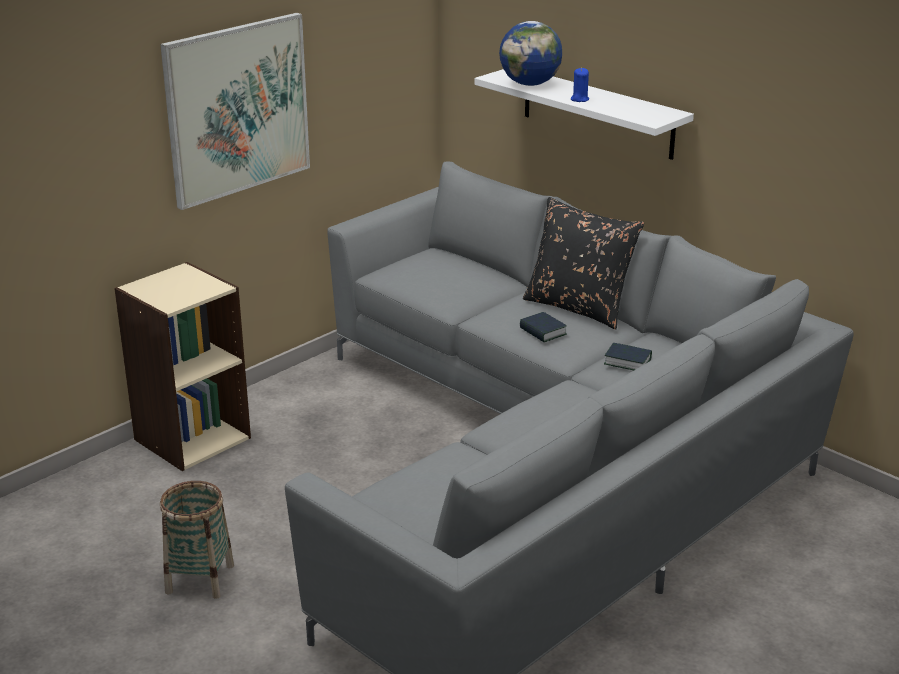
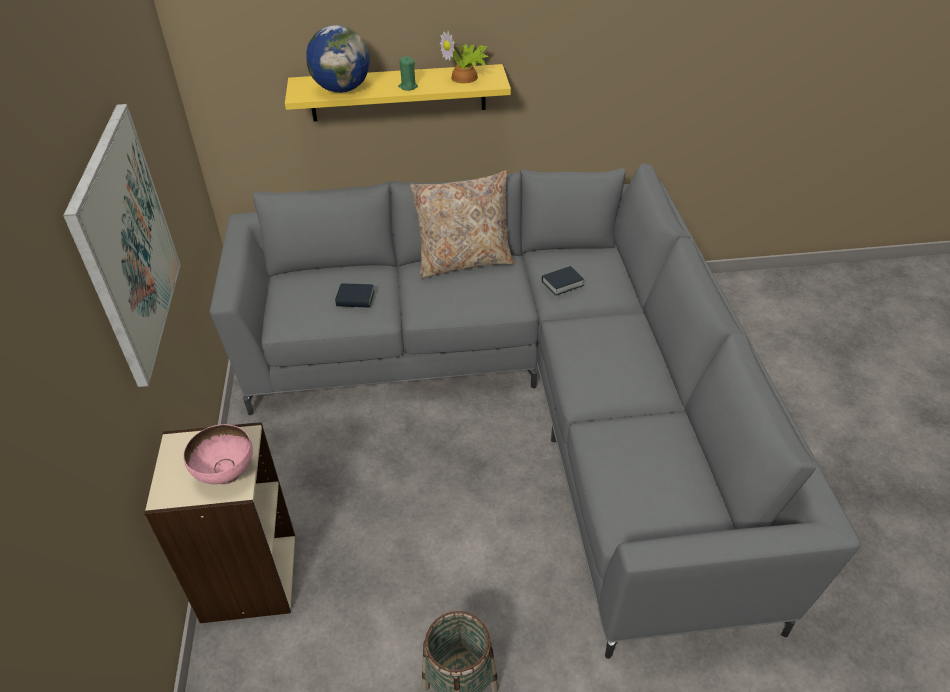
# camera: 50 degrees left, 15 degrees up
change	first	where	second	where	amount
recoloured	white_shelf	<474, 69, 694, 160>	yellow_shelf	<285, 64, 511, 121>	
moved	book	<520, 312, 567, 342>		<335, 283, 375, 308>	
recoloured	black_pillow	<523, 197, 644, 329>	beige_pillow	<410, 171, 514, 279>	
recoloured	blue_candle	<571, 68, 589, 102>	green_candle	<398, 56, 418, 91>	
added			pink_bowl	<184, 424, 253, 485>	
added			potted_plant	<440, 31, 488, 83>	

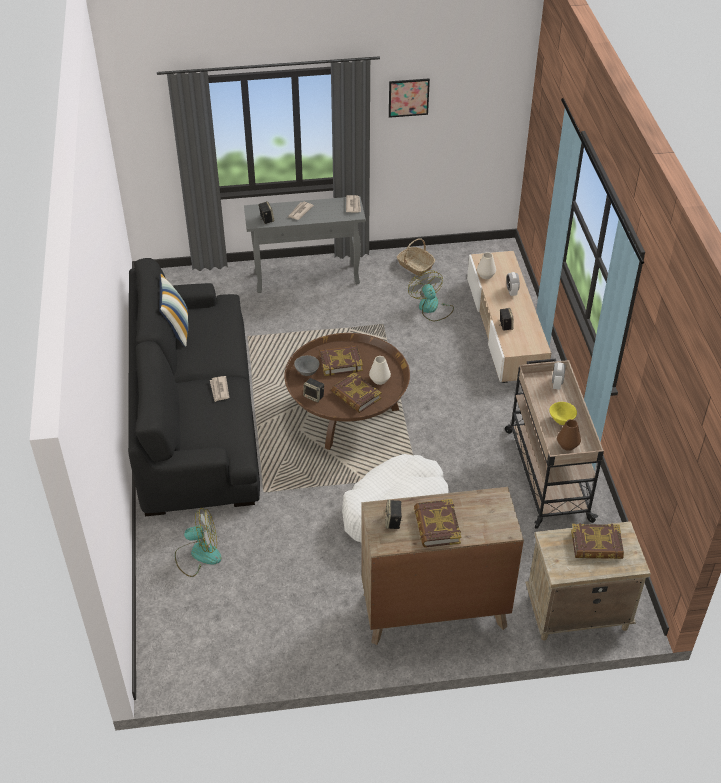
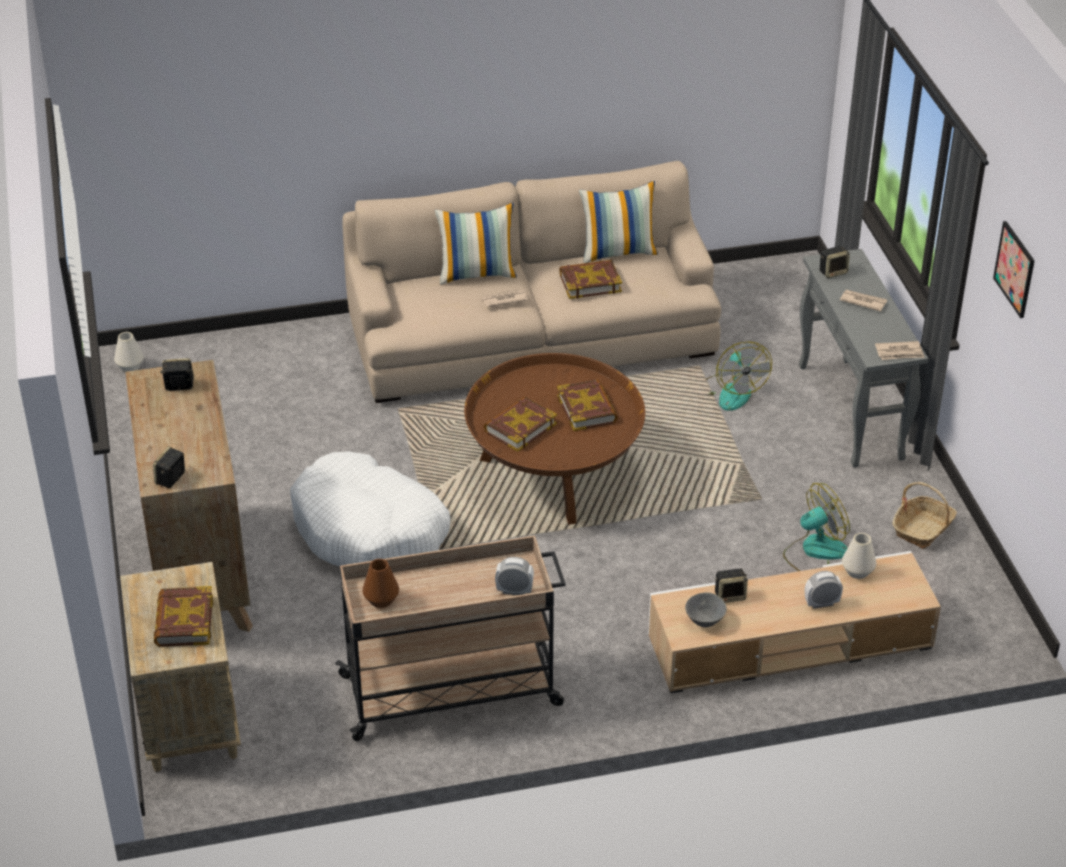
# camera: 85 degrees right, 5 degrees down
change	first	where	second	where	amount
recoloured	black_sofa	<128, 258, 260, 516>	beige_sofa	<342, 161, 721, 403>	
moved	fan	<175, 508, 221, 577>		<706, 342, 772, 411>	
moved	grey_bowl	<294, 355, 319, 376>		<685, 592, 727, 627>	
moved	speaker	<303, 378, 324, 403>		<153, 446, 185, 488>	
moved	white_vase	<369, 356, 391, 385>		<114, 332, 144, 372>	
moved	book	<414, 499, 461, 547>		<559, 260, 622, 299>	
removed	yellow_bowl	<549, 402, 577, 425>			
added			pillow	<435, 203, 517, 285>	

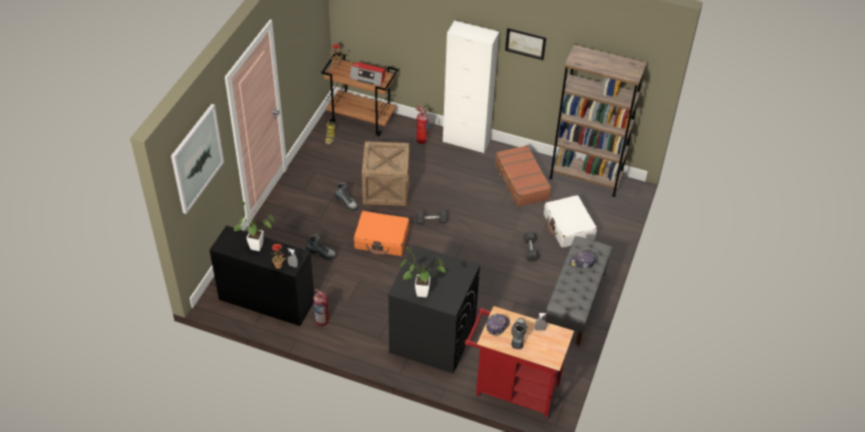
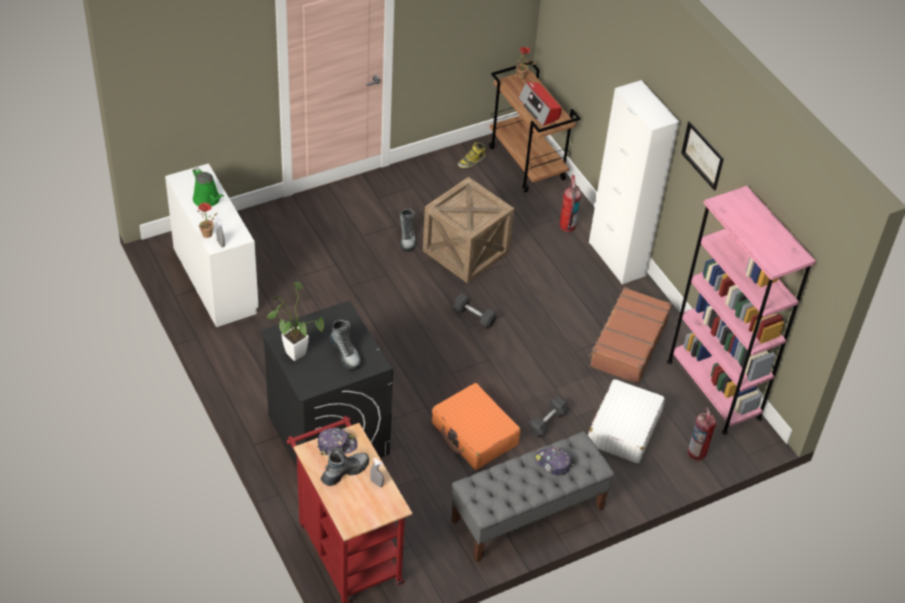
# camera: 40 degrees right, 0 degrees up
change	first	where	second	where	amount
removed	picture	<171, 104, 224, 214>			
recoloured	black_desk	<210, 225, 314, 326>	white_desk	<165, 163, 259, 327>	
replaced	potted_plant	<232, 201, 275, 251>	green_watering_can	<193, 167, 224, 207>	
moved	boot	<306, 234, 337, 260>		<329, 320, 361, 370>	
moved	fire_extinguisher	<313, 289, 329, 326>		<687, 407, 716, 461>	
moved	orange_suitcase	<354, 211, 409, 256>		<432, 383, 521, 470>	
recoloured	brown_bookcase	<549, 45, 647, 197>	pink_bookcase	<667, 186, 816, 435>	

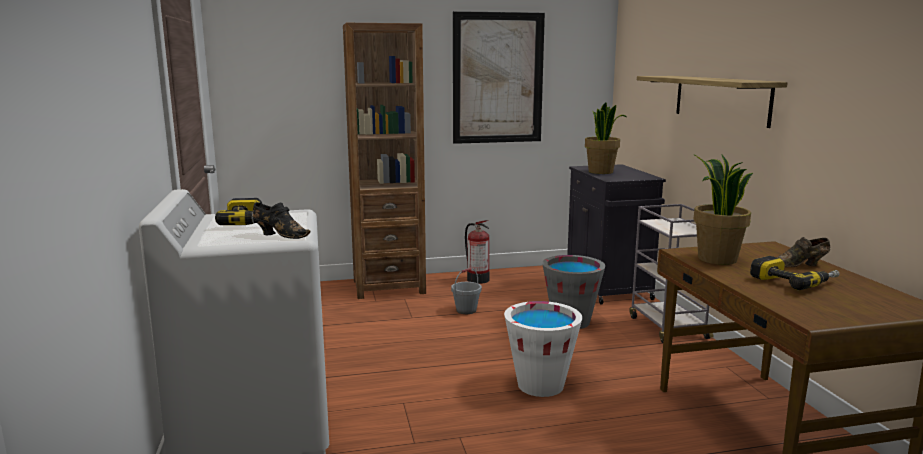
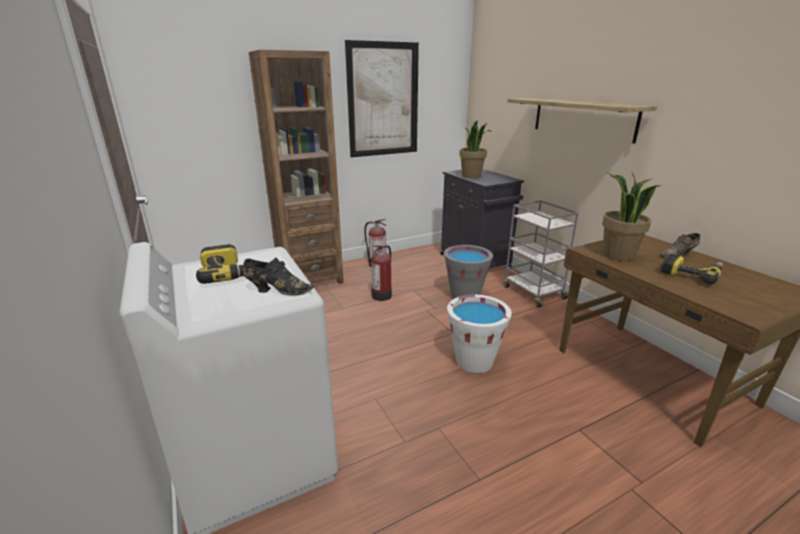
# camera: 15 degrees left, 10 degrees up
change	first	where	second	where	amount
replaced	grey_bucket	<451, 268, 482, 314>	fire_extinguisher	<371, 245, 392, 301>	

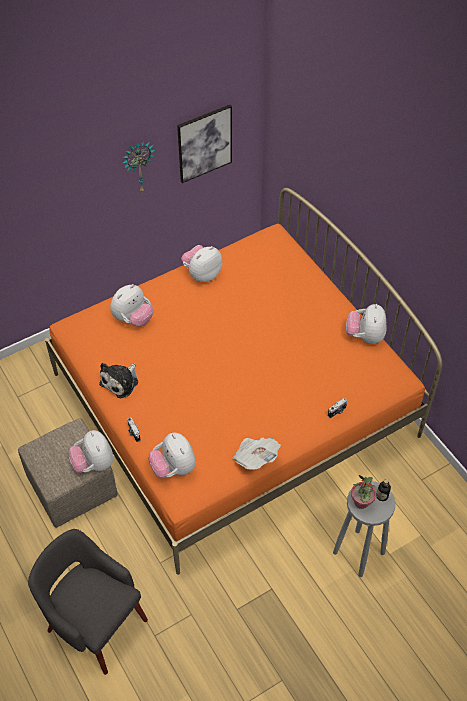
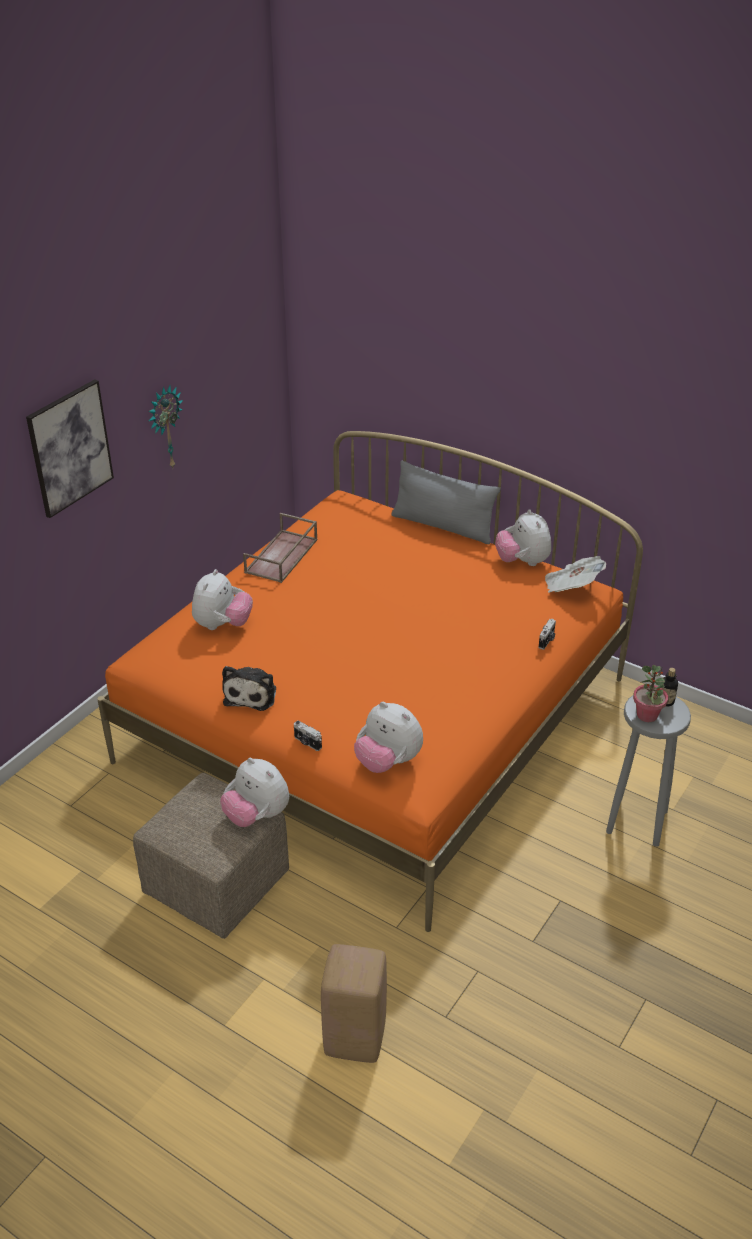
# camera: 25 degrees left, 15 degrees down
change	first	where	second	where	amount
replaced	grey_armchair	<28, 529, 148, 675>	beige_stool	<321, 944, 387, 1063>	
moved	picture	<177, 105, 232, 183>		<26, 379, 114, 518>	
replaced	plush_toy	<181, 245, 222, 282>	brown_tray	<243, 513, 318, 583>	
moved	newspaper	<232, 437, 281, 470>		<545, 556, 606, 593>	
added			grey_pillow	<391, 461, 501, 544>	

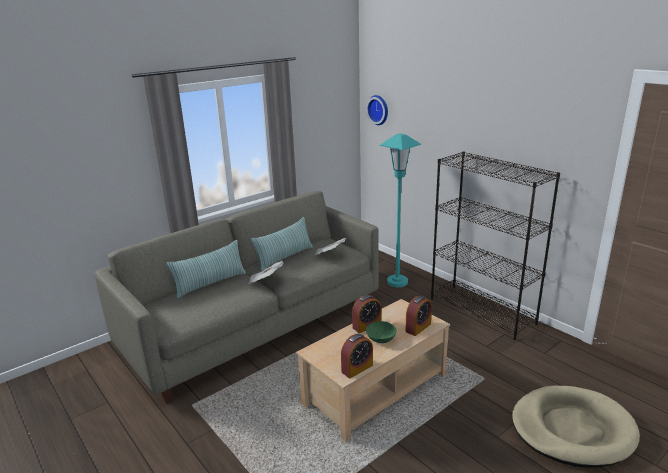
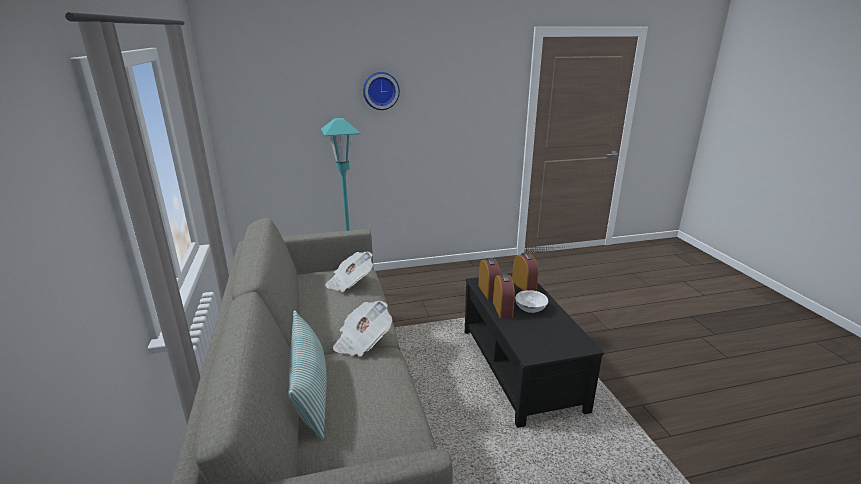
# camera: 65 degrees left, 0 degrees up
change	first	where	second	where	amount
removed	pillow	<251, 217, 313, 271>			
recoloured	beige_coffee_table	<296, 299, 450, 443>	black_coffee_table	<465, 273, 604, 428>	
moved	alarm_clock	<341, 334, 373, 378>		<478, 258, 501, 300>	
moved	wall_clock	<366, 95, 388, 125>		<363, 72, 400, 110>	
recoloured	green_bowl	<366, 321, 396, 343>	white_bowl	<515, 290, 548, 313>	
removed	black_bookcase	<431, 151, 560, 340>			
removed	beige_dog_bed	<512, 386, 640, 468>			

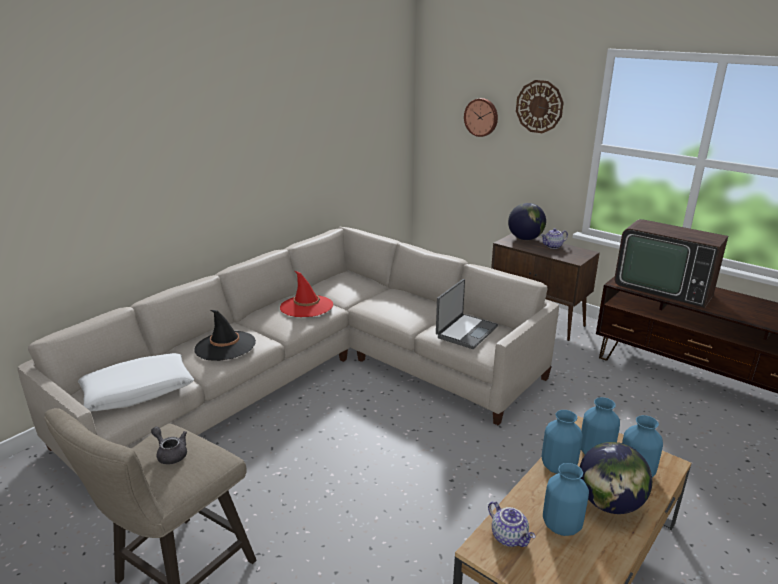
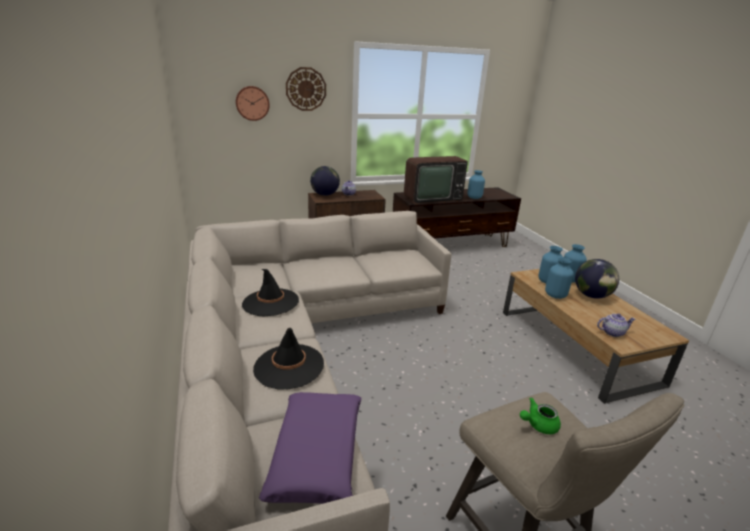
# camera: 60 degrees left, 0 degrees up
change	first	where	second	where	amount
recoloured	white_pillow	<78, 353, 194, 411>	purple_pillow	<259, 392, 362, 504>	
recoloured	grey_teapot	<151, 427, 187, 464>	green_teapot	<520, 397, 561, 434>	
recoloured	red_hat	<280, 271, 333, 317>	black_hat	<242, 269, 299, 316>	
removed	laptop	<436, 279, 498, 349>			
moved	blue_vase	<543, 463, 589, 536>		<467, 170, 485, 199>	

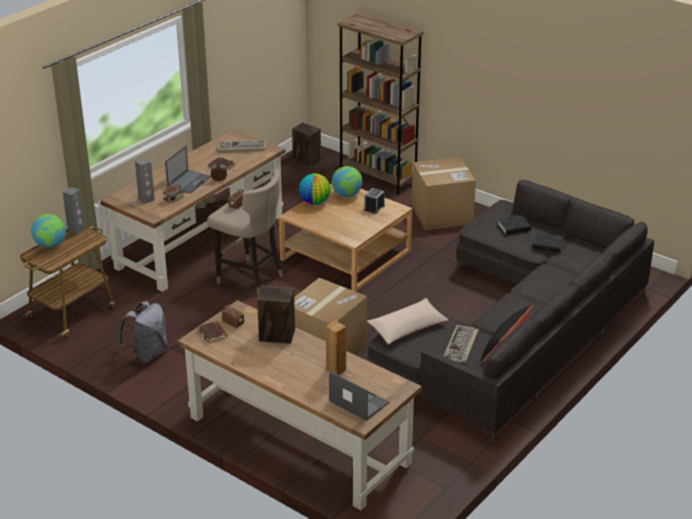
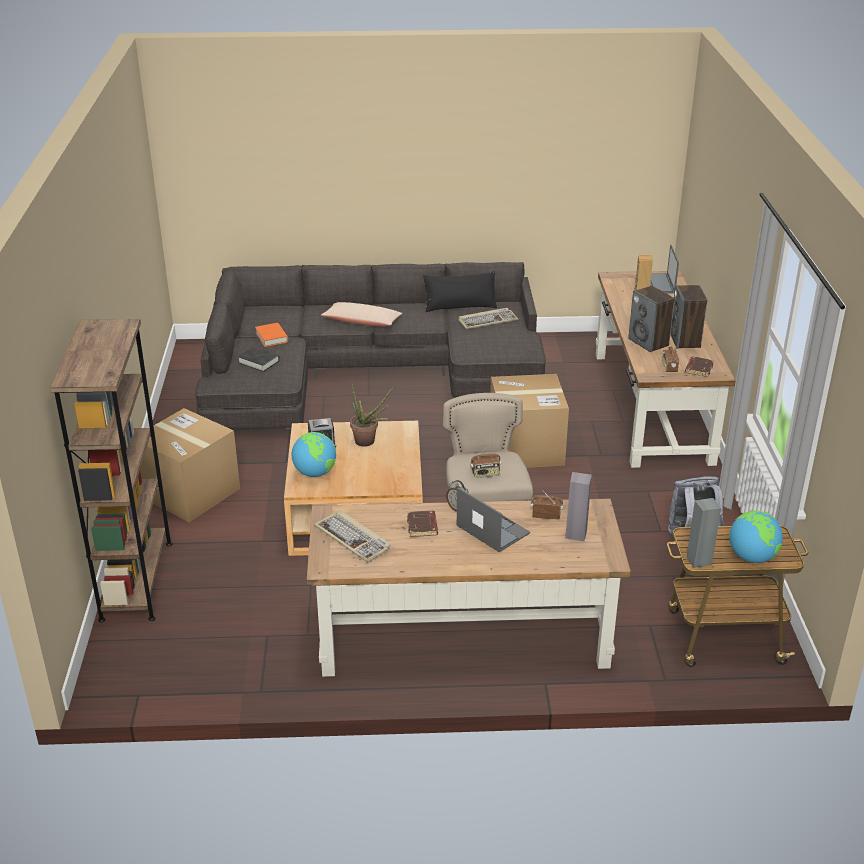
# camera: 130 degrees left, 0 degrees up
change	first	where	second	where	amount
turned	laptop	<165, 146, 211, 193>		<457, 487, 530, 552>	60 degrees clockwise
moved	speaker	<292, 122, 321, 167>		<670, 285, 707, 349>	
removed	globe	<299, 173, 331, 205>			
moved	beige_pillow	<367, 298, 449, 344>		<321, 302, 402, 326>	
recoloured	black_book	<532, 232, 564, 253>	orange_book	<255, 323, 288, 347>	
added			potted_plant	<350, 382, 394, 447>	

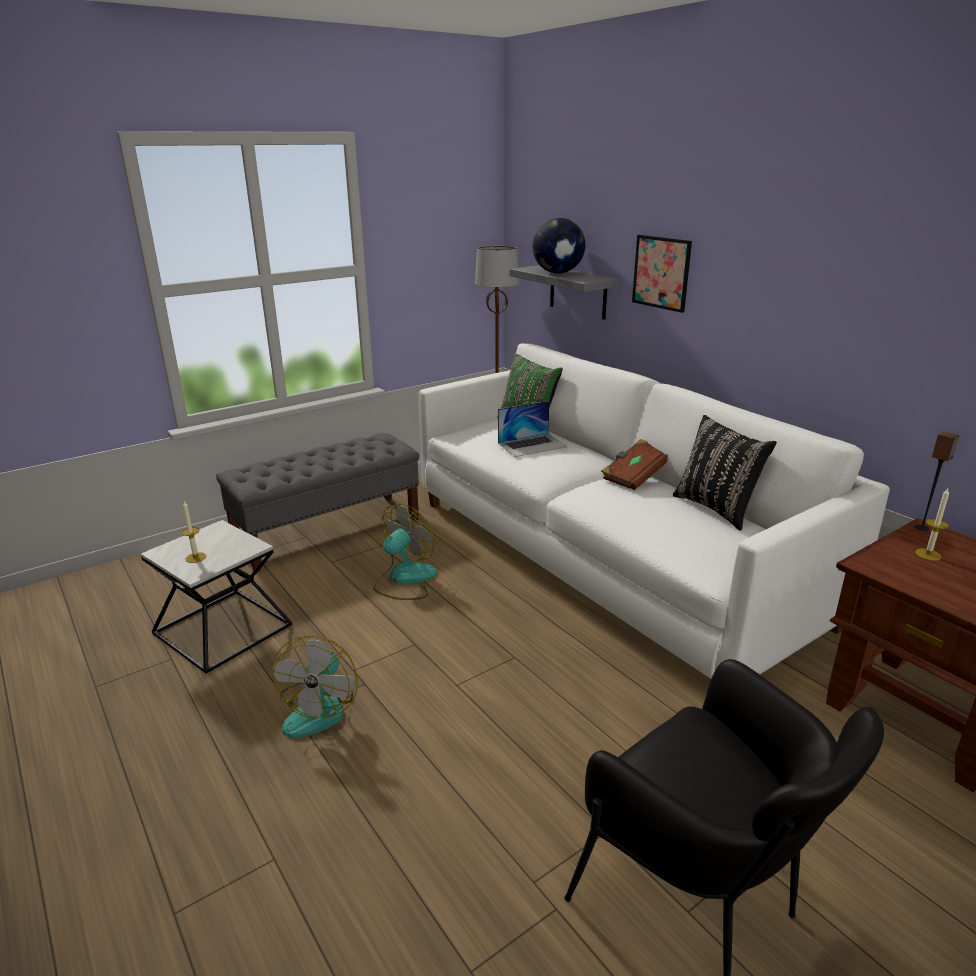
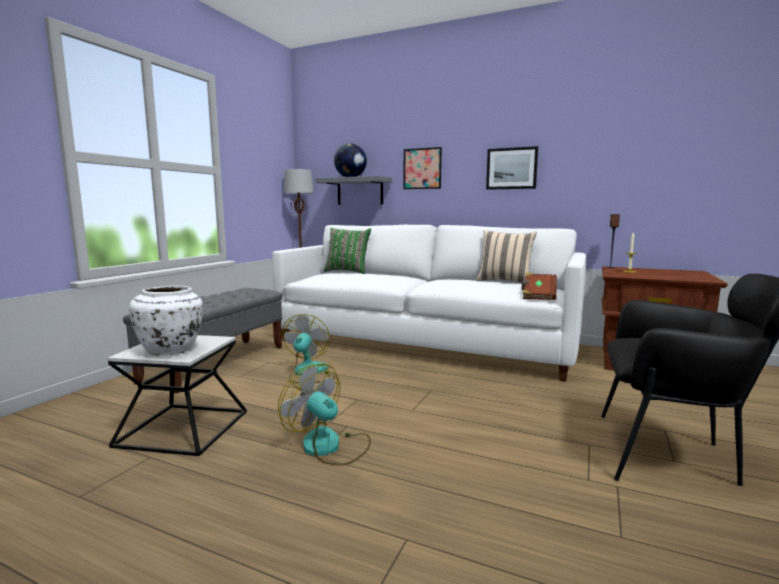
# camera: 30 degrees left, 15 degrees down
change	first	where	second	where	amount
replaced	candle	<181, 501, 206, 563>	white_vase	<129, 285, 204, 355>	
turned	fan	<273, 635, 358, 738>		<278, 364, 371, 466>	150 degrees clockwise
removed	laptop	<498, 401, 567, 457>			
moved	brown_book	<601, 439, 668, 490>		<522, 273, 557, 300>	
recoloured	black_pillow	<673, 415, 777, 531>	beige_pillow	<476, 230, 537, 283>	
added			picture	<486, 146, 538, 190>	

